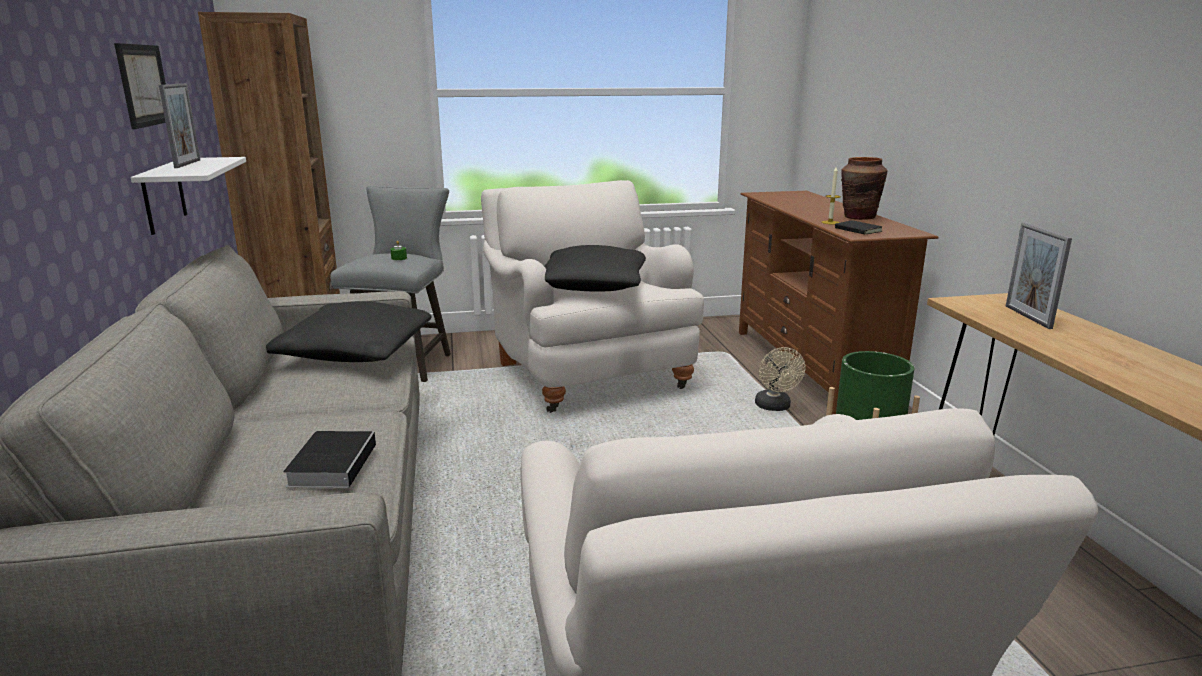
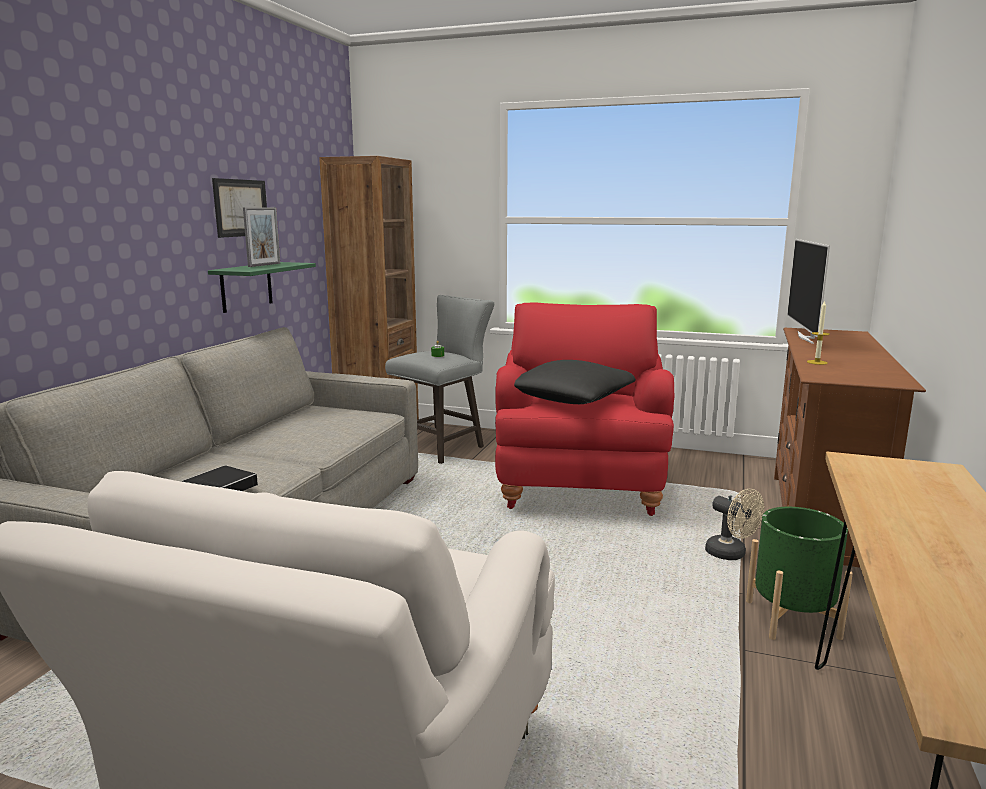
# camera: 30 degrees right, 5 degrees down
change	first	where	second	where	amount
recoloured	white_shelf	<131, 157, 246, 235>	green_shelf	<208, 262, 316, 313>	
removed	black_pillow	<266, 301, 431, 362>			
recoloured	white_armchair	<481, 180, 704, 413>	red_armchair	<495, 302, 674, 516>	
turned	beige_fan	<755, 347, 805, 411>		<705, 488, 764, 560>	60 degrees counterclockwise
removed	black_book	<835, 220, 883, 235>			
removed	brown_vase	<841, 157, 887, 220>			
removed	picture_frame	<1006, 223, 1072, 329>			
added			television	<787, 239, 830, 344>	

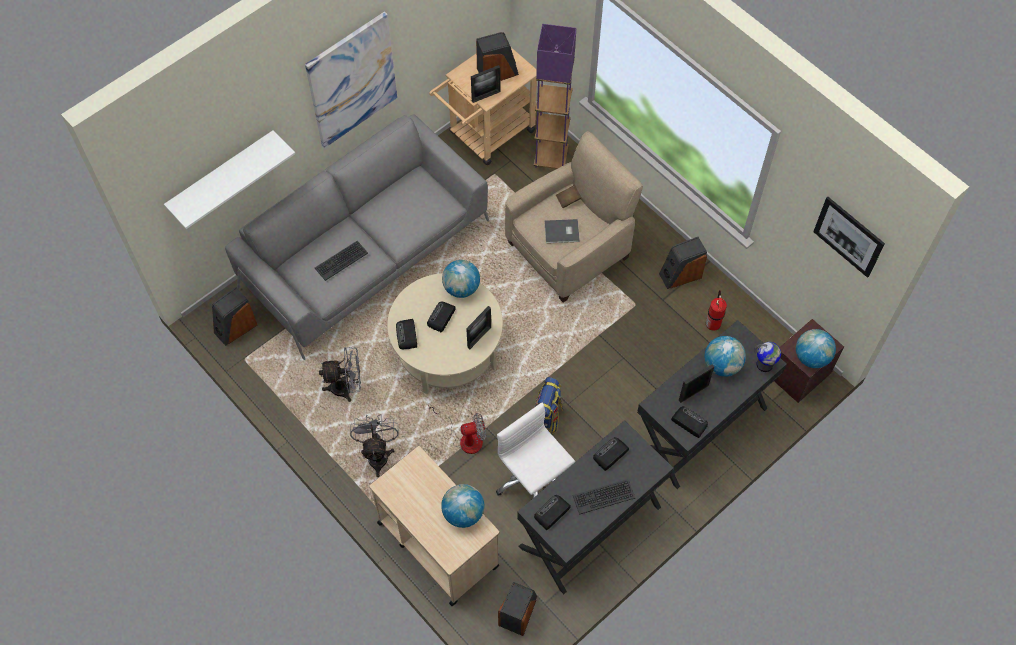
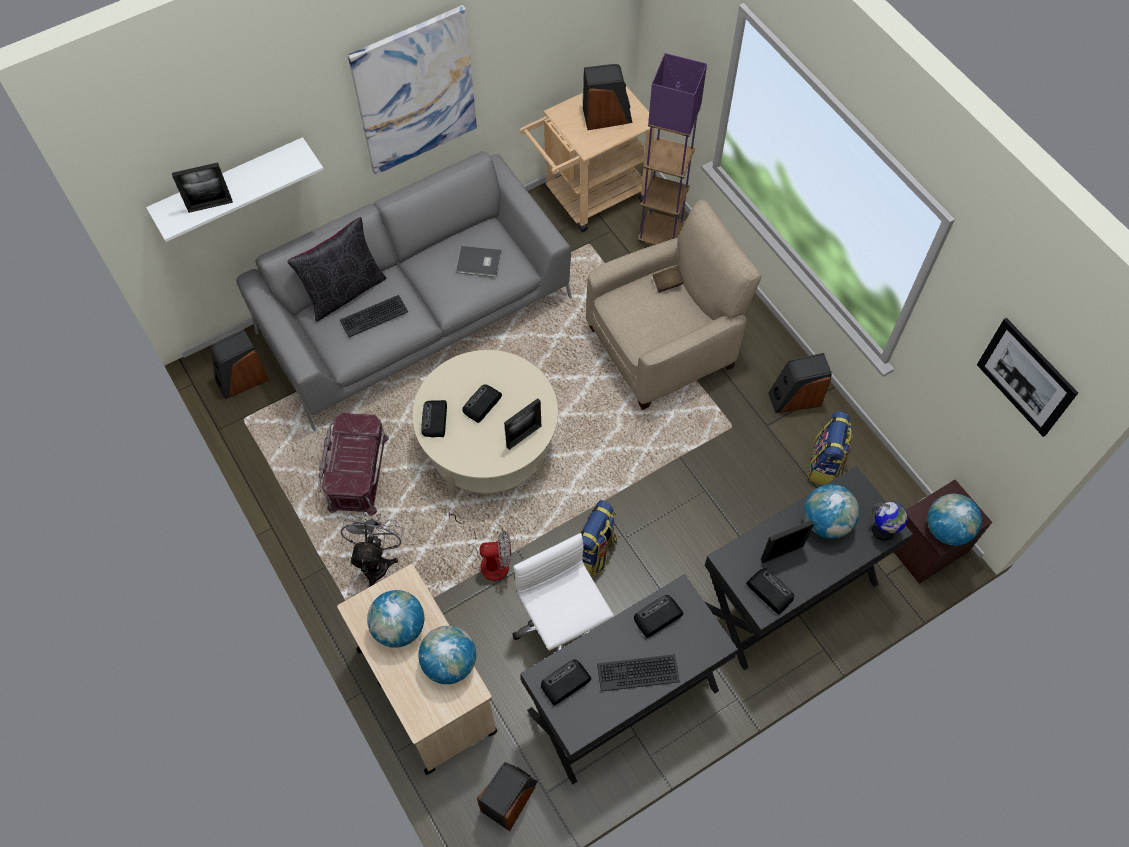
# camera: 10 degrees right, 0 degrees up
change	first	where	second	where	amount
replaced	grey_fan	<319, 347, 361, 402>	red_storage_box	<318, 413, 389, 516>	
moved	globe	<442, 260, 480, 298>		<367, 590, 424, 648>	
moved	picture_frame	<471, 65, 501, 103>		<172, 162, 233, 213>	
moved	grey_book	<544, 219, 580, 243>		<456, 246, 502, 277>	
replaced	fire_extinguisher	<706, 290, 727, 331>	backpack	<808, 411, 852, 485>	
added			black_pillow	<287, 217, 386, 322>	

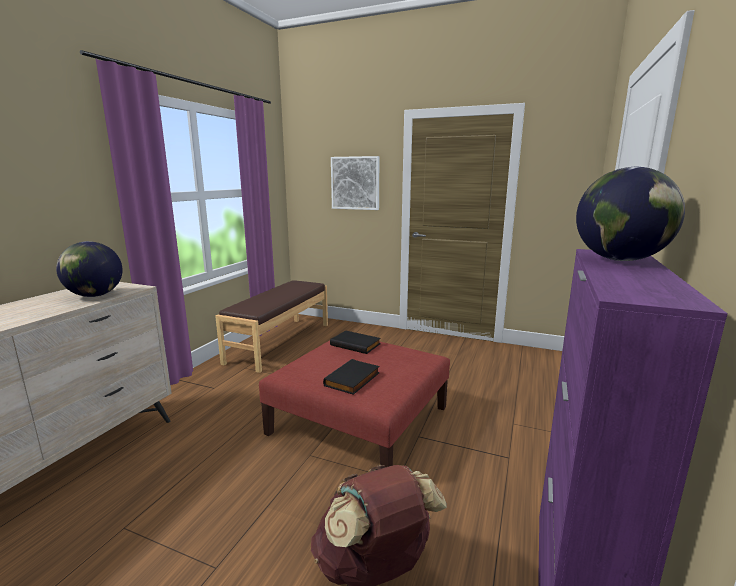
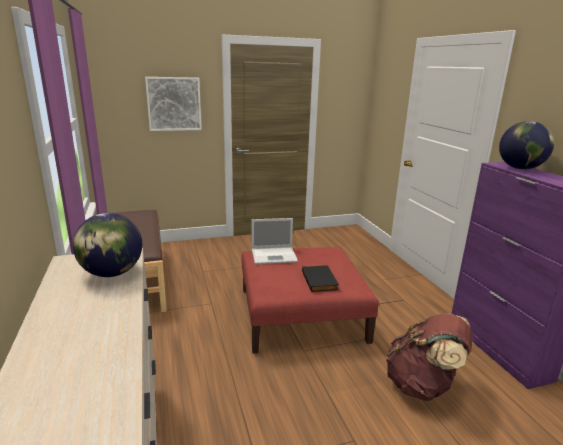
# camera: 40 degrees left, 5 degrees up
change	first	where	second	where	amount
replaced	black_book	<330, 330, 381, 354>	laptop	<252, 218, 298, 264>	

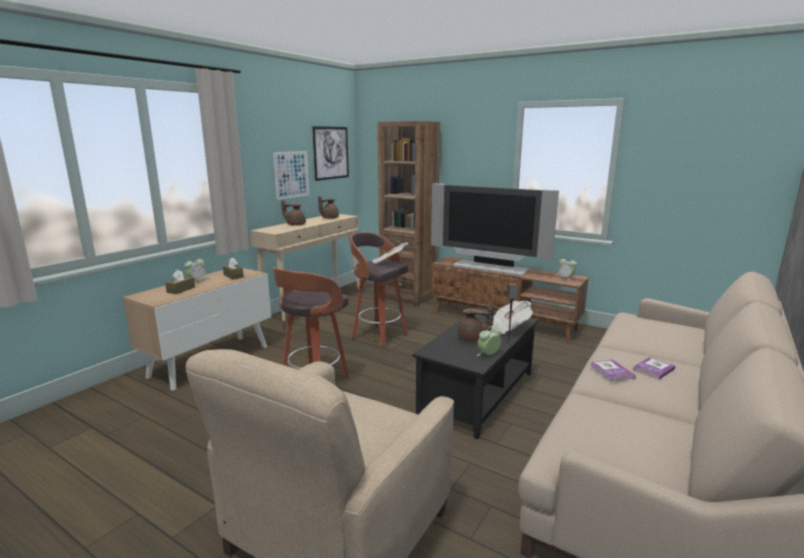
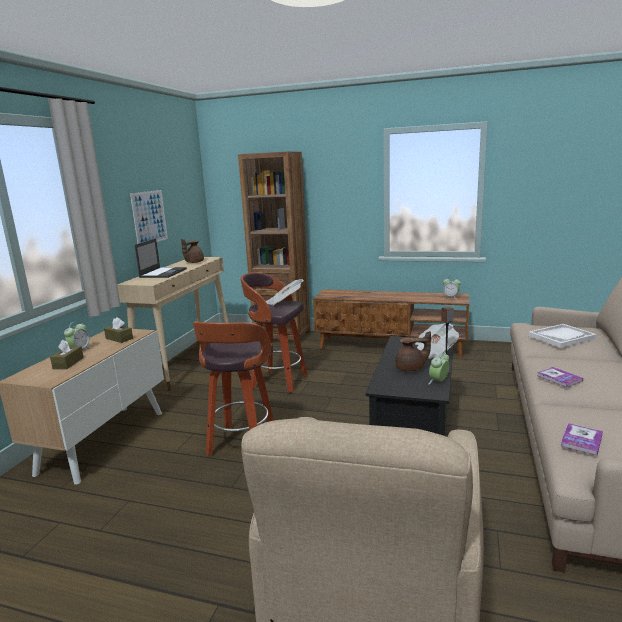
# camera: 15 degrees left, 0 degrees up
change	first	where	second	where	amount
replaced	brown_teapot	<281, 199, 306, 226>	laptop	<135, 239, 187, 278>	
removed	picture	<312, 126, 349, 181>			
removed	television	<431, 184, 559, 275>			
moved	book	<633, 357, 675, 380>		<561, 423, 603, 456>	
added			white_tray	<528, 324, 597, 348>	

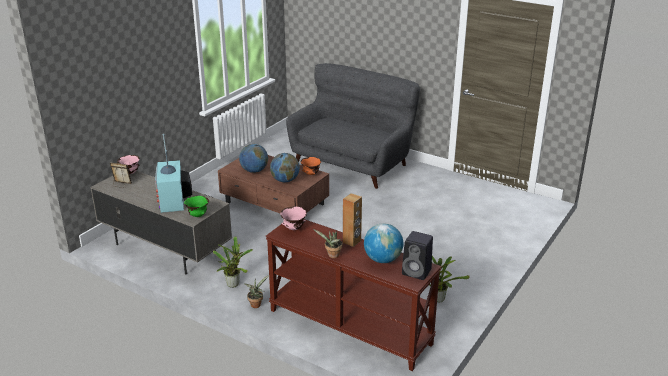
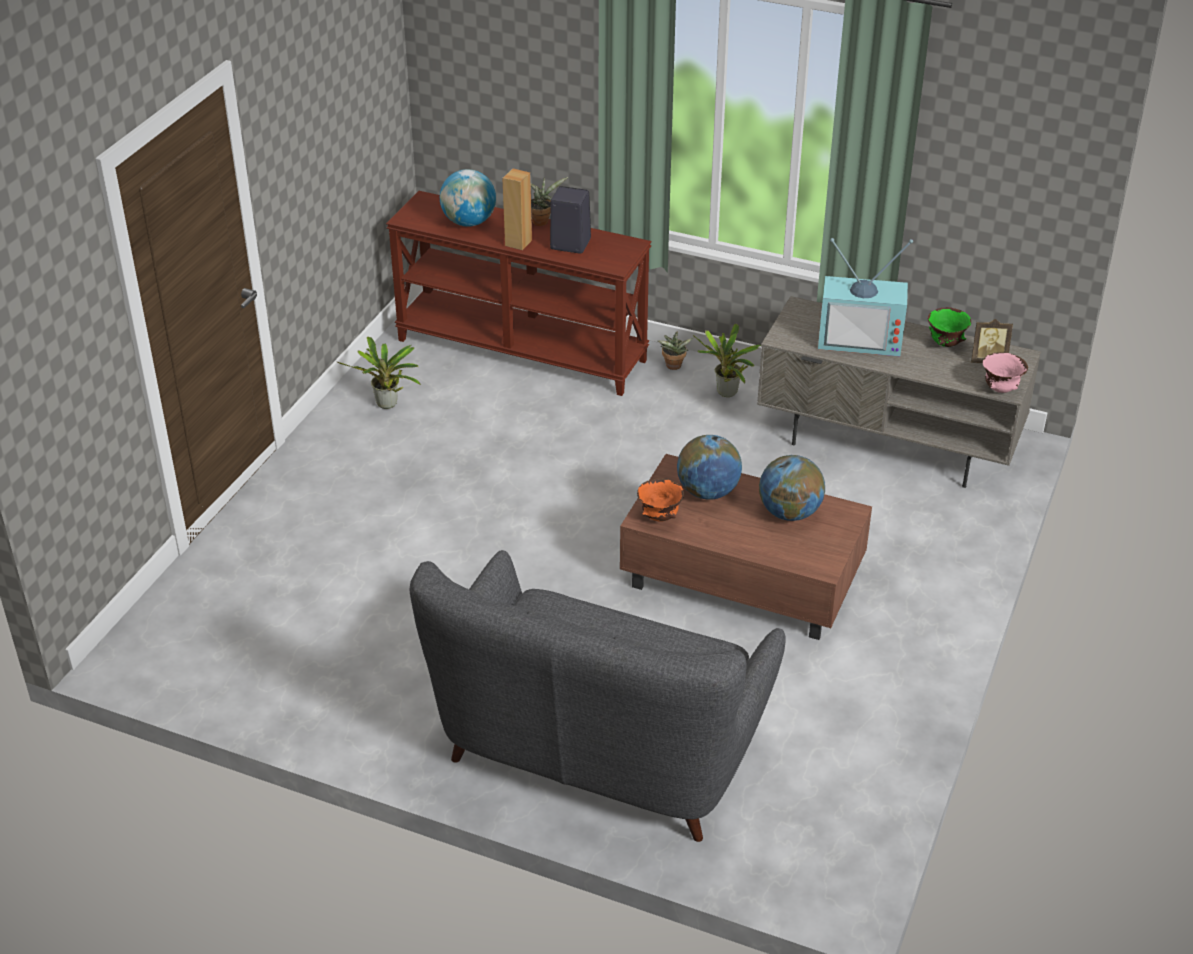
# camera: 170 degrees right, 10 degrees up
change	first	where	second	where	amount
turned	television	<155, 134, 192, 213>		<818, 238, 913, 356>	120 degrees clockwise
moved	green_bowl	<184, 196, 209, 217>		<928, 307, 971, 347>	
removed	pink_bowl	<280, 206, 307, 230>			
moved	black_speaker	<402, 231, 433, 280>		<550, 186, 591, 254>	

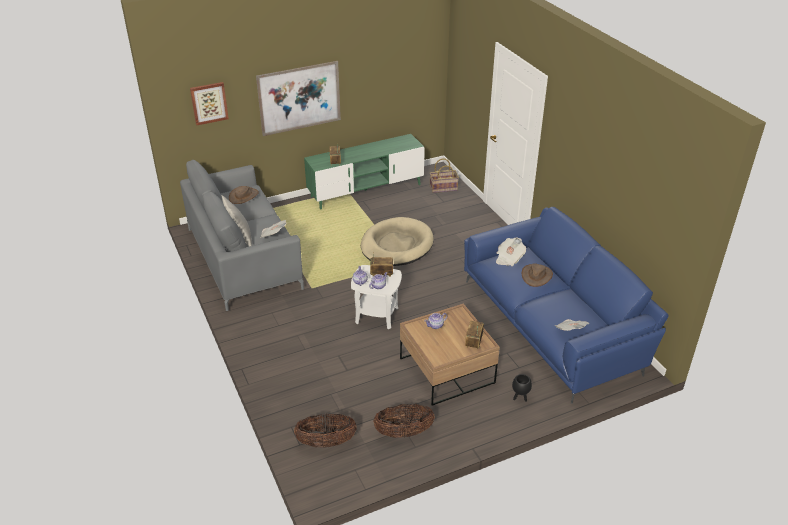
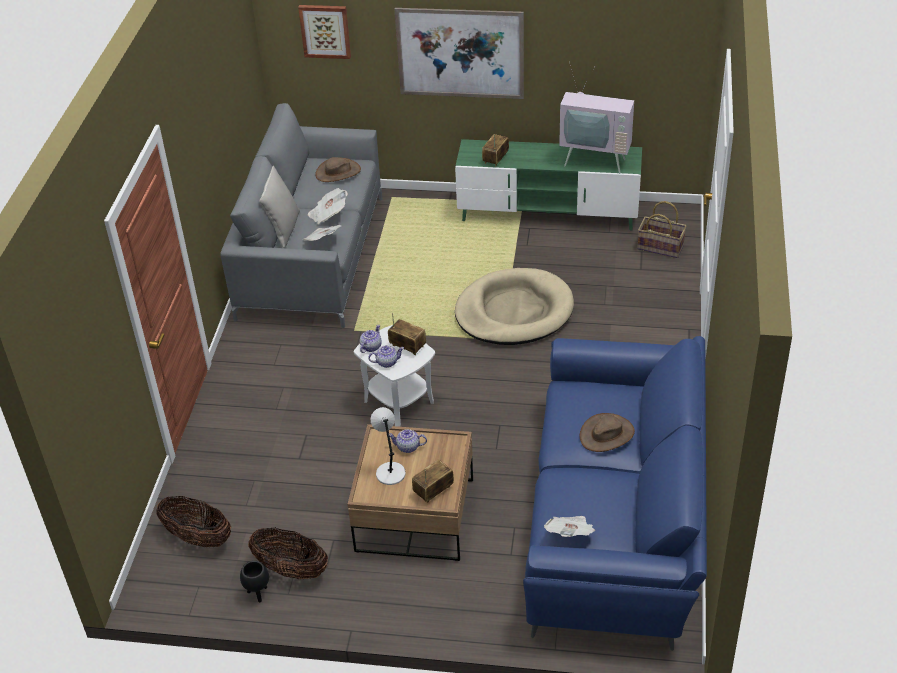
# camera: 35 degrees right, 5 degrees up
change	first	where	second	where	amount
moved	newspaper	<496, 238, 526, 266>		<308, 188, 348, 224>	
moved	black_planter	<512, 374, 532, 402>		<240, 561, 269, 602>	
added			grey_table_lamp	<371, 407, 406, 485>	
added			television	<559, 62, 634, 174>	

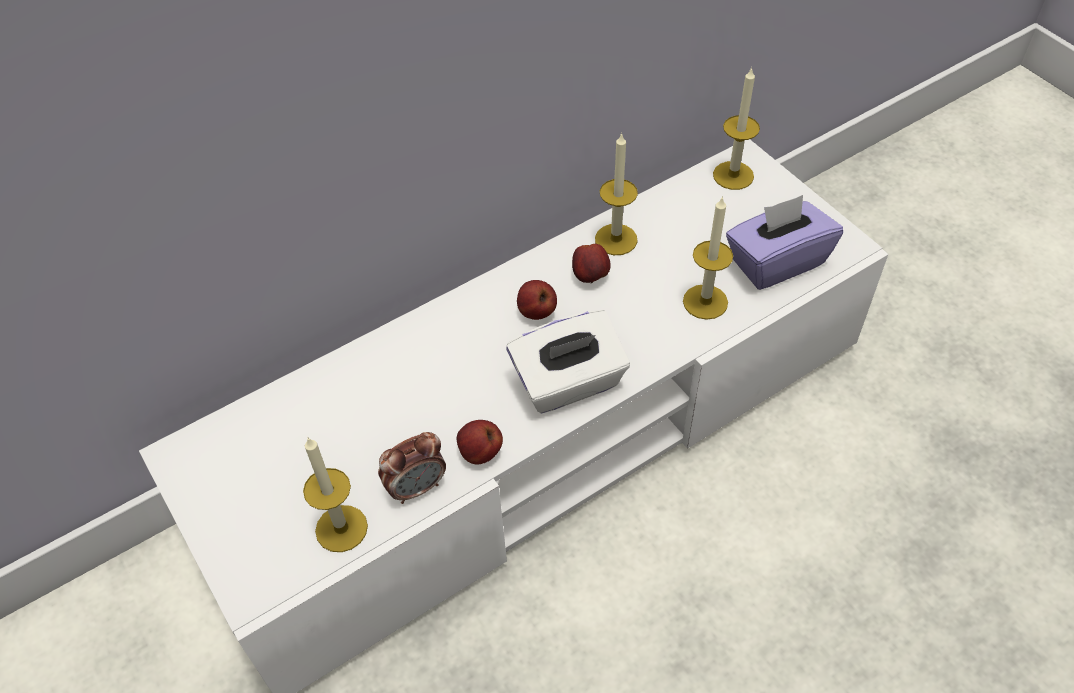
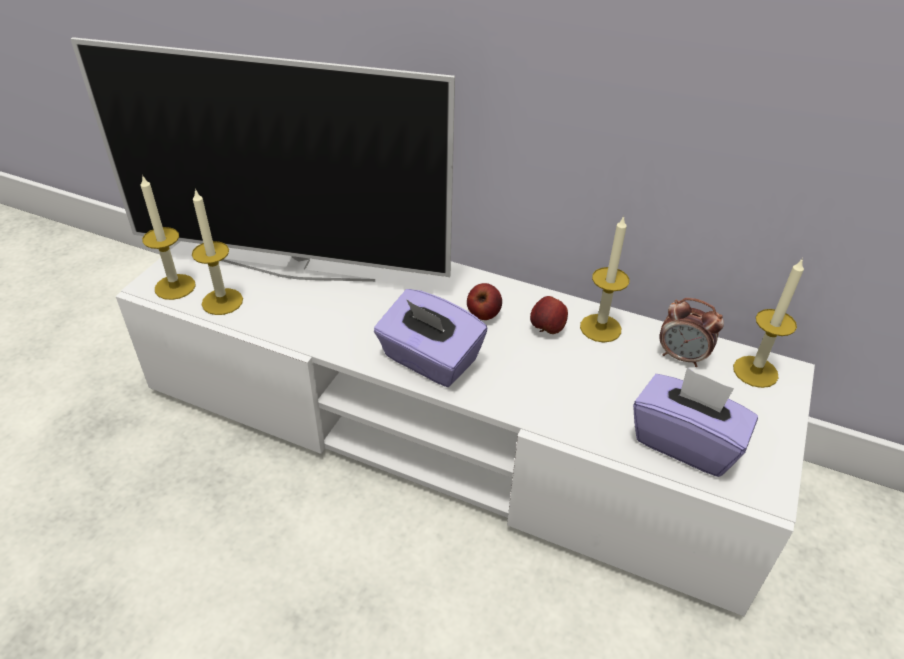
# camera: 55 degrees right, 10 degrees down
change	first	where	second	where	amount
moved	alarm_clock	<378, 432, 446, 504>		<659, 298, 724, 367>	
removed	apple	<457, 420, 503, 464>			
recoloured	white_tissue_box	<506, 310, 630, 413>	purple_tissue_box	<374, 289, 487, 387>	
moved	candle	<683, 196, 733, 320>		<140, 174, 196, 300>	
added			television	<71, 37, 455, 282>	

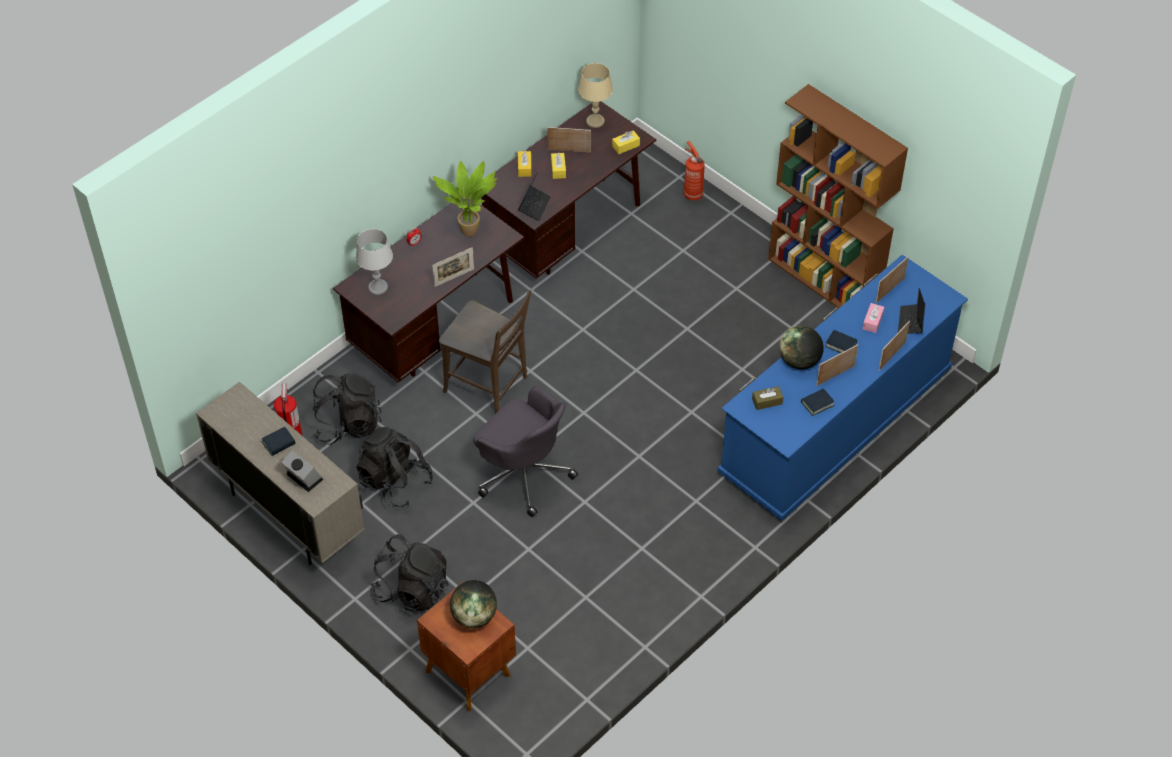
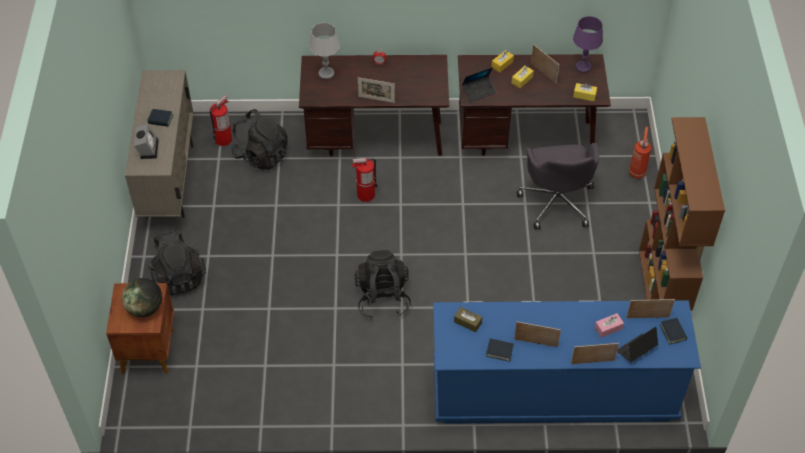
# camera: 45 degrees right, 0 degrees up
change	first	where	second	where	amount
moved	black_backpack	<356, 427, 433, 507>		<355, 250, 411, 319>	
removed	potted_plant	<433, 161, 497, 237>			
replaced	brown_chair	<439, 291, 531, 414>	fire_extinguisher	<351, 158, 378, 202>	
moved	grey_office_chair	<473, 386, 578, 517>		<517, 143, 599, 229>	
recoloured	beige_table_lamp	<578, 63, 613, 128>	purple_table_lamp	<573, 16, 603, 73>	
removed	globe	<779, 326, 824, 369>			
moved	book	<825, 330, 857, 353>		<660, 318, 687, 345>	

